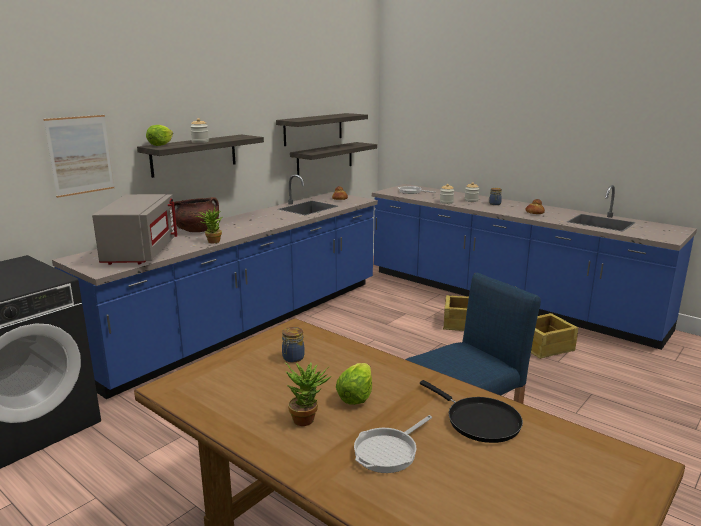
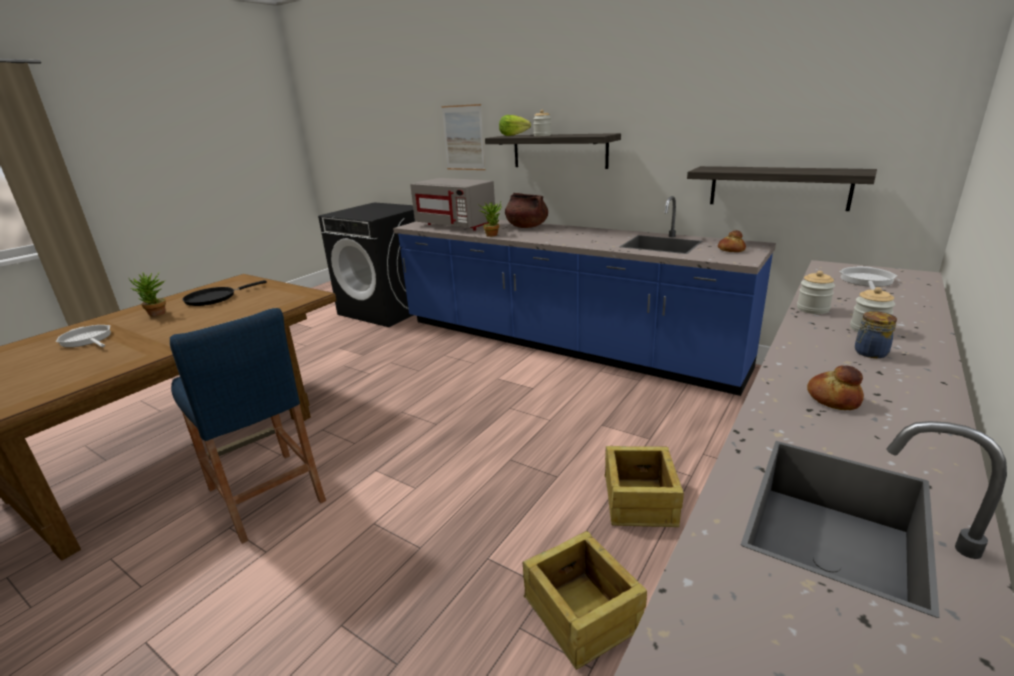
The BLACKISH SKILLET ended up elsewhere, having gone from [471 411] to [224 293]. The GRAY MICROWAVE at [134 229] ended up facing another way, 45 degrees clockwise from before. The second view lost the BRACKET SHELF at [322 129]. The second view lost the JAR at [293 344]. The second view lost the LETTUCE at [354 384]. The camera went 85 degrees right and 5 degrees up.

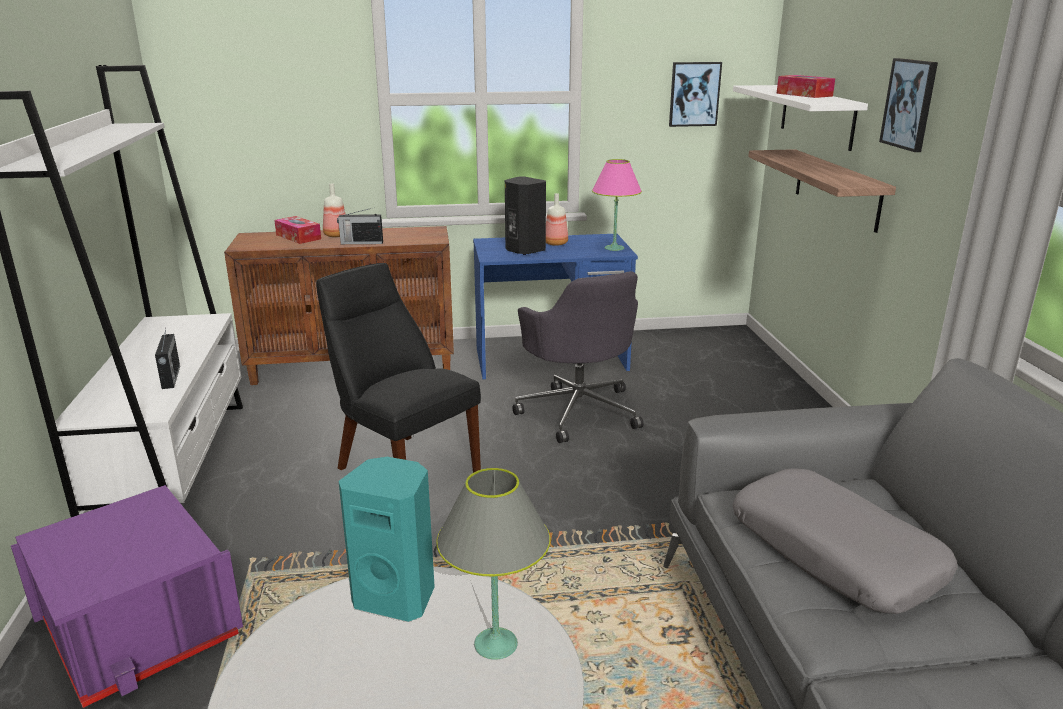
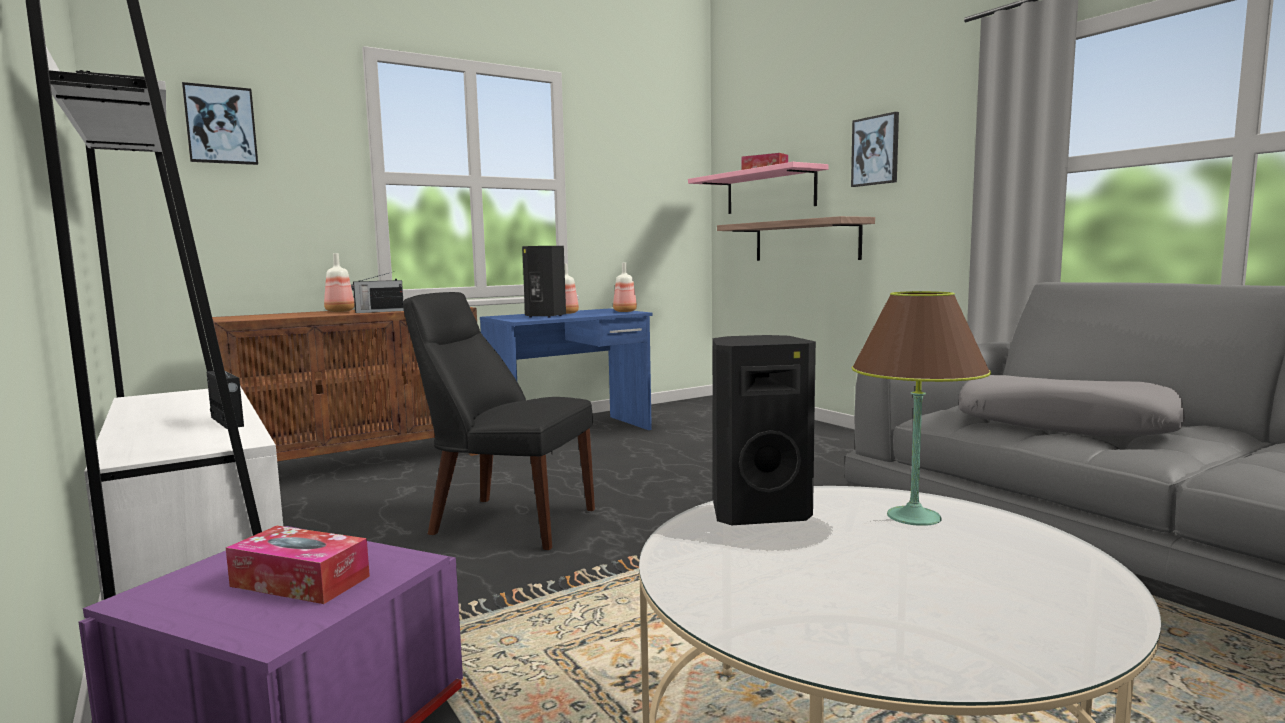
The WALL PICTURE ended up elsewhere, having gone from [695 94] to [220 123]. The TISSUE BOX ended up elsewhere, having gone from [297 230] to [298 565]. Where the PINKISH LAMP FOR A TABLE stood at [617 205], the BEVERAGE BOTTLE came to stand at [625 287]. What was the WHITE-COLOURED BRACKET SHELF at [800 118] turned into the PINKISH BRACKET SHELF at [758 188]. What was the TURQUOISE-COLOURED SPEAKER at [386 539] turned into the BLACKISH SPEAKER at [764 430]. What was the GRAY LAMP FOR A TABLE at [493 564] turned into the BROWN LAMP FOR A TABLE at [921 408]. The second view lost the GRAY DESK CHAIR at [578 357]. The camera went 25 degrees left and 15 degrees down.

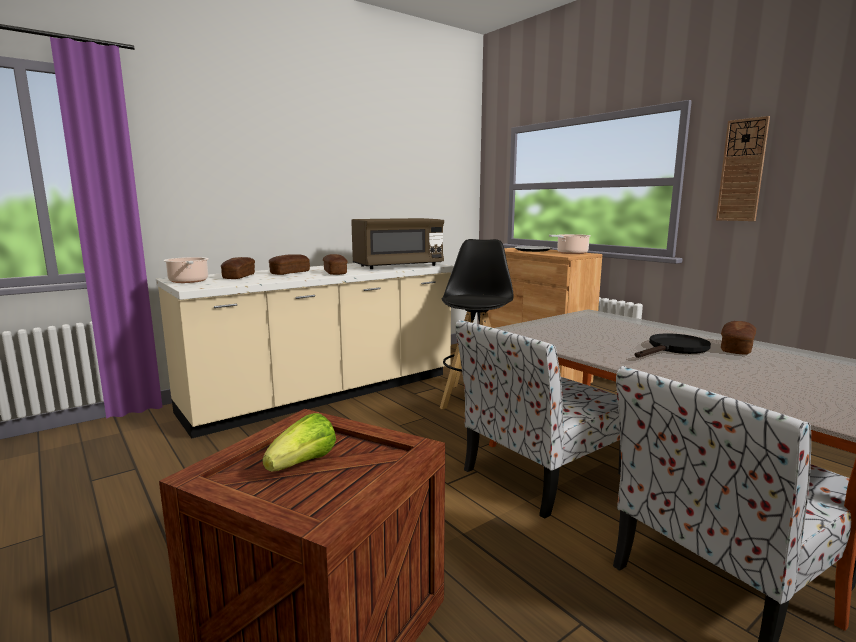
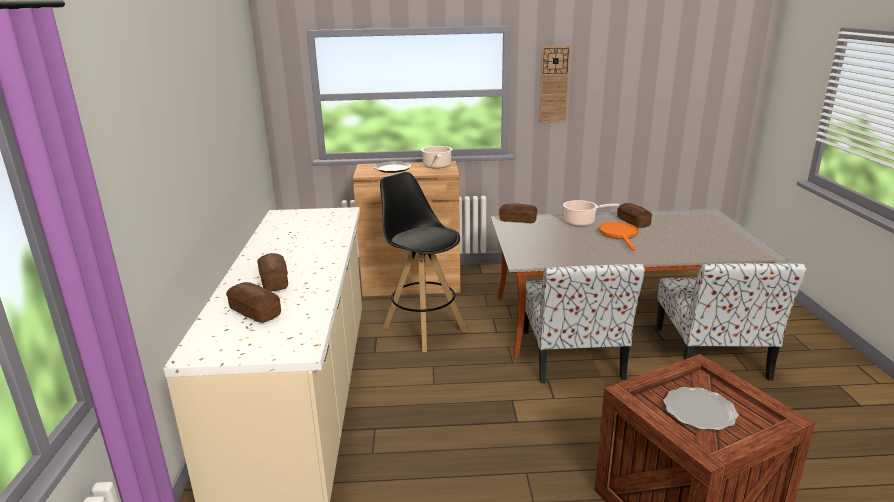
The BAKED BREAD ended up elsewhere, having gone from [335 264] to [518 213]. The STOCKPOT ended up elsewhere, having gone from [186 270] to [591 213]. What was the BLACKISH SKILLET at [673 345] turned into the ORANGE SKILLET at [619 236]. Where the LETTUCE stood at [299 442], the FLAT DISH came to stand at [701 408]. The second view lost the BROWN MICROWAVE at [397 243]. The camera went 55 degrees left and 10 degrees up.

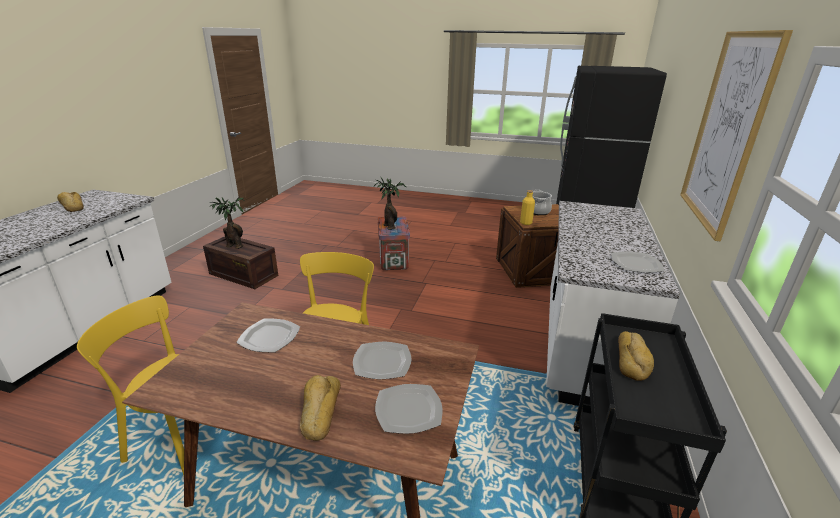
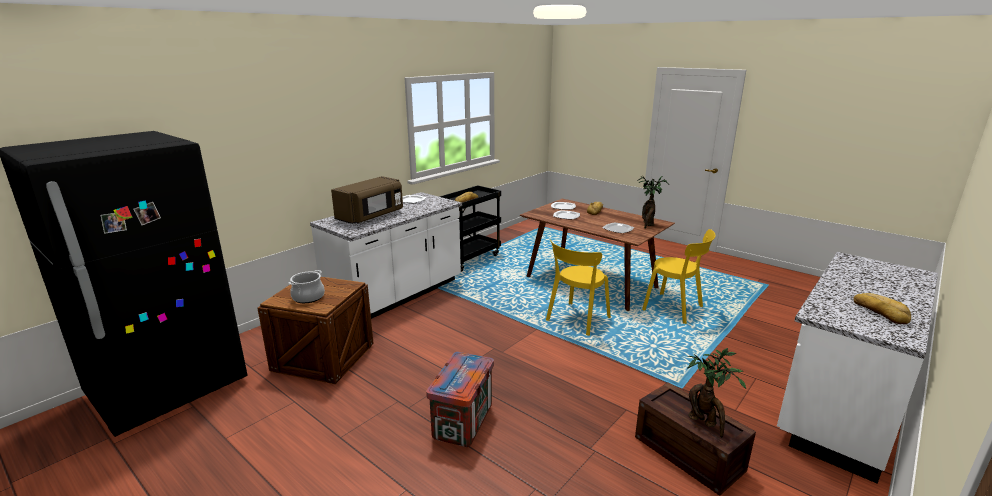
The second view gained the BROWN MICROWAVE at [367 200]. The HOUSEPLANT ended up elsewhere, having gone from [390 204] to [652 202]. The second view lost the YELLOW-COLOURED BEVERAGE BOTTLE at [527 207]. The second view lost the WALL PICTURE at [736 136]. The camera went 155 degrees left and 5 degrees down.

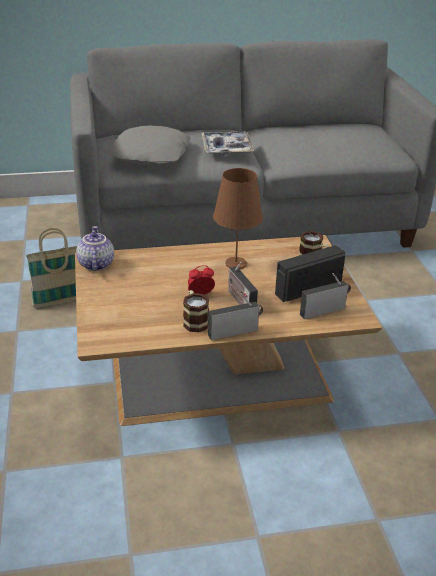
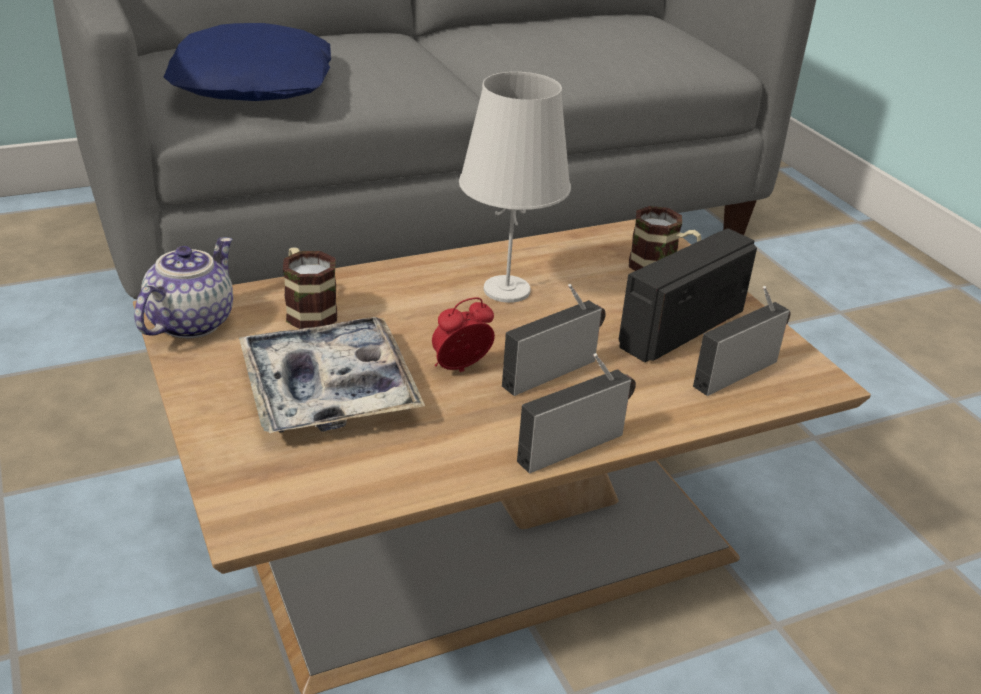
The TEA POT at [95 248] ended up facing another way, 45 degrees clockwise from before. What was the GRAY THROW PILLOW at [149 145] turned into the BLUE-COLOURED THROW PILLOW at [247 62]. The CARRYING TRAY ended up elsewhere, having gone from [228 143] to [332 375]. The TEA MUG ended up elsewhere, having gone from [196 311] to [310 288]. What was the BROWN LAMP FOR A TABLE at [238 218] turned into the WHITE-COLOURED LAMP FOR A TABLE at [515 187]. The RADIO SET at [243 283] ended up facing another way, 90 degrees clockwise from before. The second view lost the STORAGE BASKET at [51 268]. The camera went 15 degrees left and 0 degrees up.

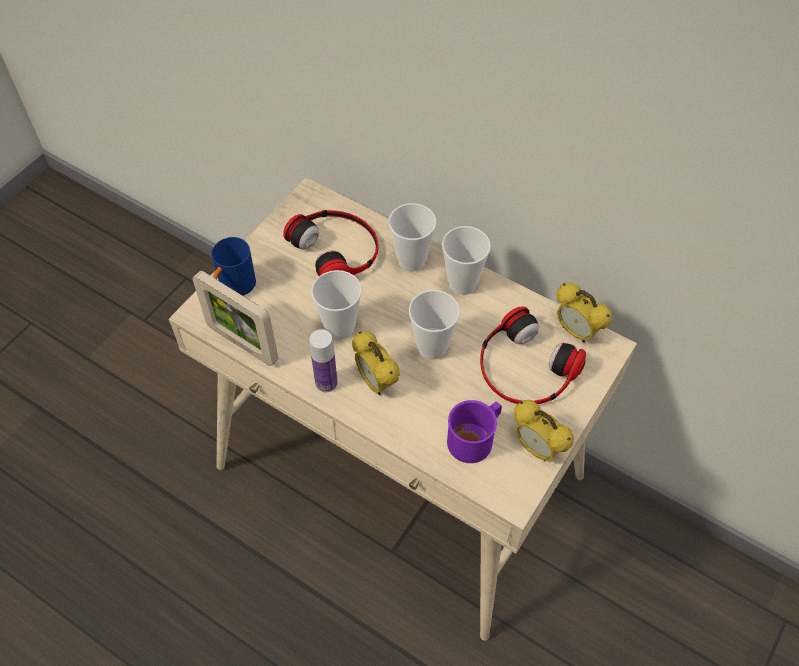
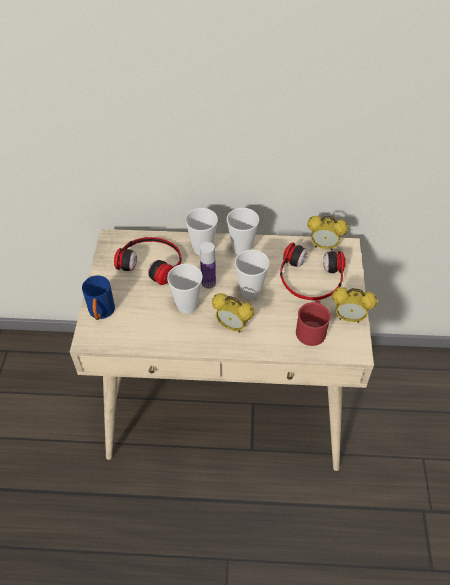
The BEVERAGE BOTTLE ended up elsewhere, having gone from [323 360] to [208 265]. What was the PURPLE-COLOURED TEA MUG at [474 431] turned into the RED-COLOURED TEA MUG at [313 323]. The second view lost the STANDING FRAME at [235 318]. The camera went 30 degrees left and 5 degrees down.

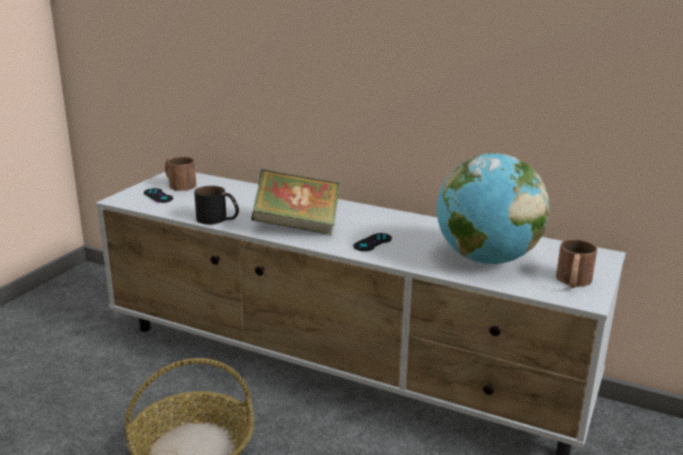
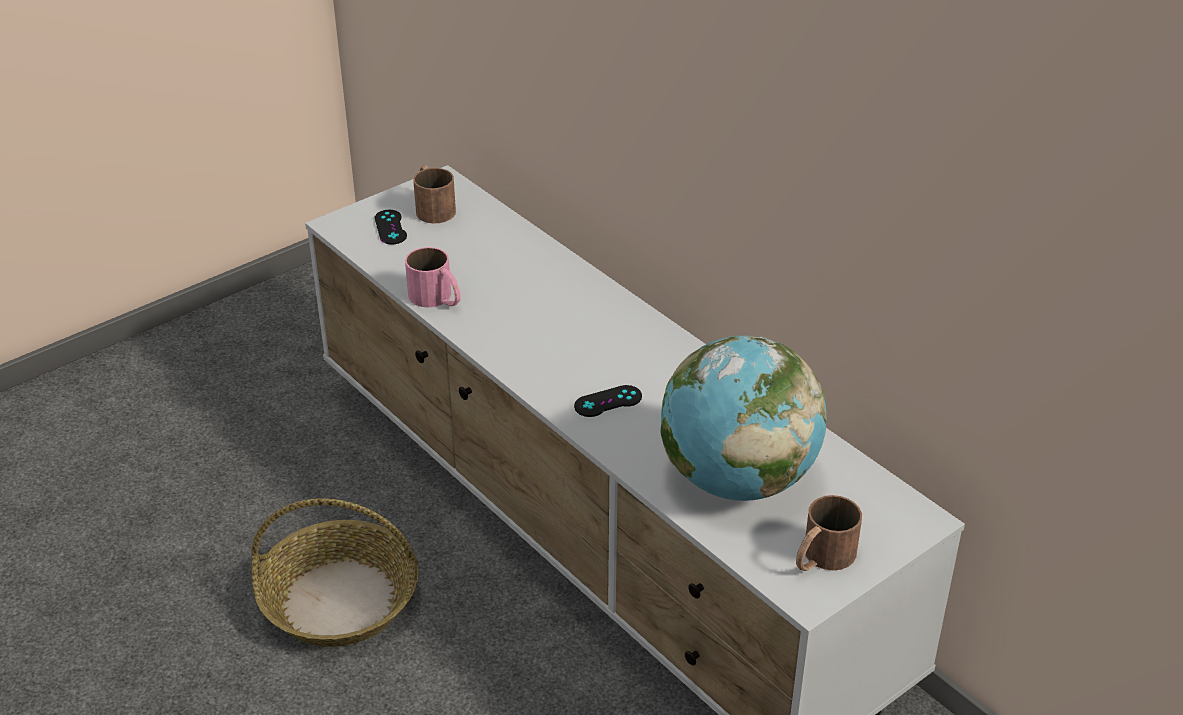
What was the BLACKISH TEA MUG at [216 205] turned into the PINKISH TEA MUG at [433 277]. The second view lost the BOOK at [295 202]. The camera went 25 degrees right and 15 degrees up.

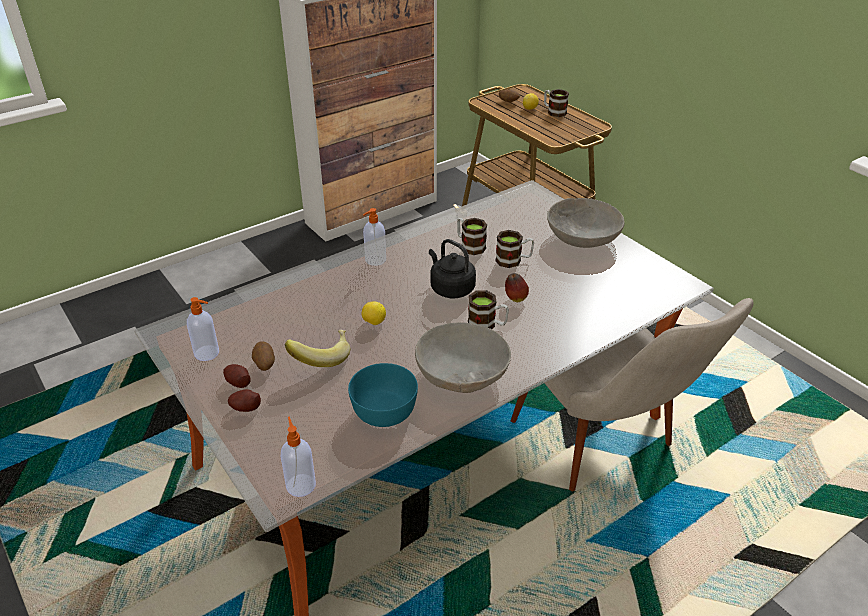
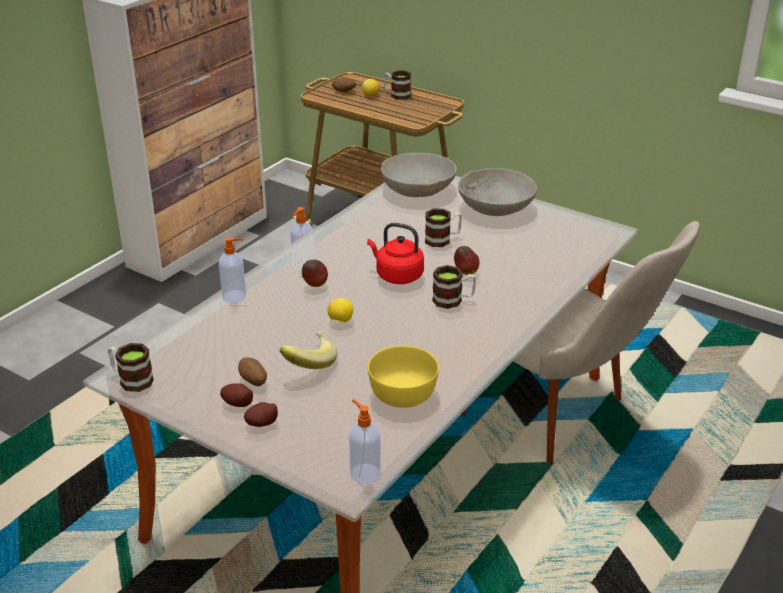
The TEA MUG ended up elsewhere, having gone from [472 236] to [131 367]. The SOAP DISPENSER ended up elsewhere, having gone from [203 329] to [232 270]. The second view gained the APPLE FRUIT at [315 273]. What was the BLACKISH KETTLE at [452 268] turned into the RED-COLOURED KETTLE at [395 253]. What was the TURQUOISE-COLOURED SERVING BOWL at [383 395] turned into the YELLOW-COLOURED SERVING BOWL at [403 376]. The GRAY SERVING BOWL ended up elsewhere, having gone from [463 357] to [418 175]. The camera went 20 degrees left and 5 degrees down.

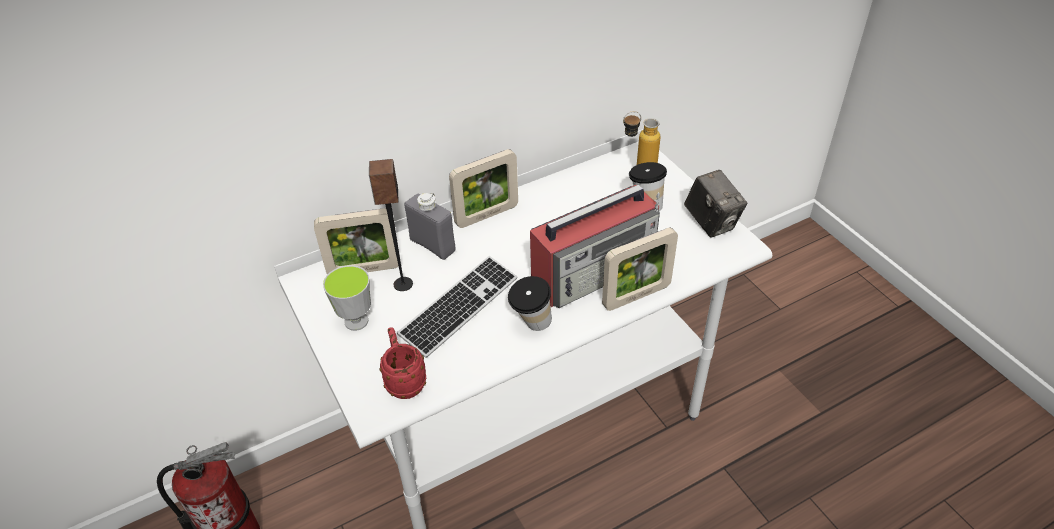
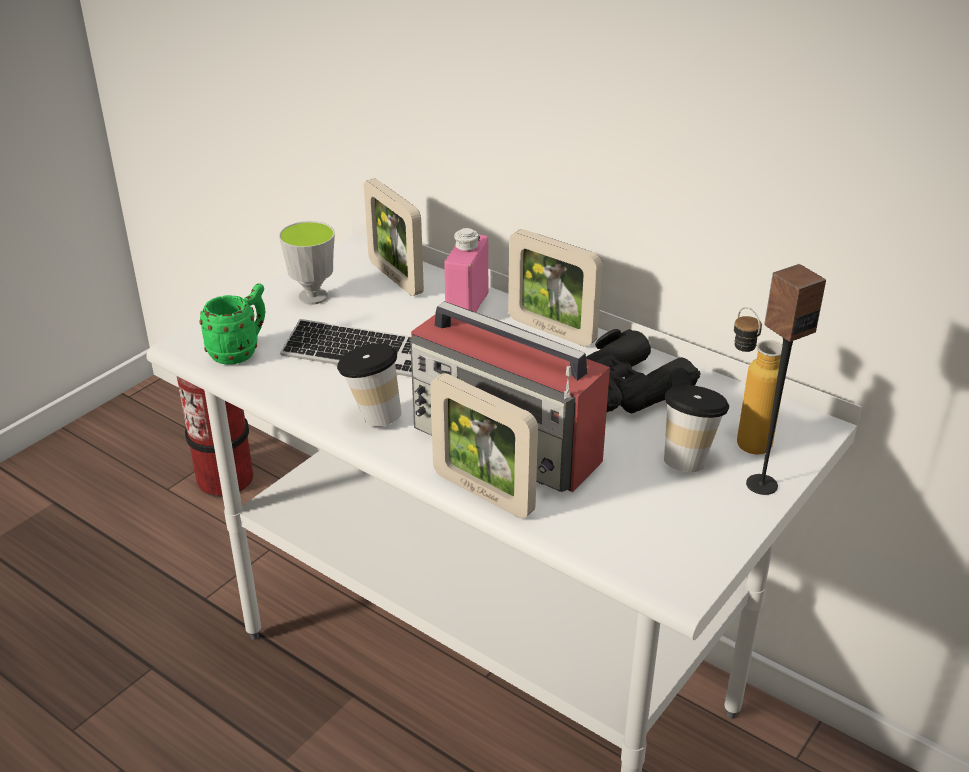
What was the RED-COLOURED TEA MUG at [402 363] turned into the GREEN-COLOURED TEA MUG at [232 323]. What was the GRAY BEVERAGE BOTTLE at [430 226] turned into the PINKISH BEVERAGE BOTTLE at [466 270]. The second view gained the BLACKISH BINOCULARS at [643 371]. The SPEAKER ended up elsewhere, having gone from [391 225] to [786 379]. The second view lost the STILL CAMERA at [716 204]. The camera went 65 degrees right and 10 degrees down.

